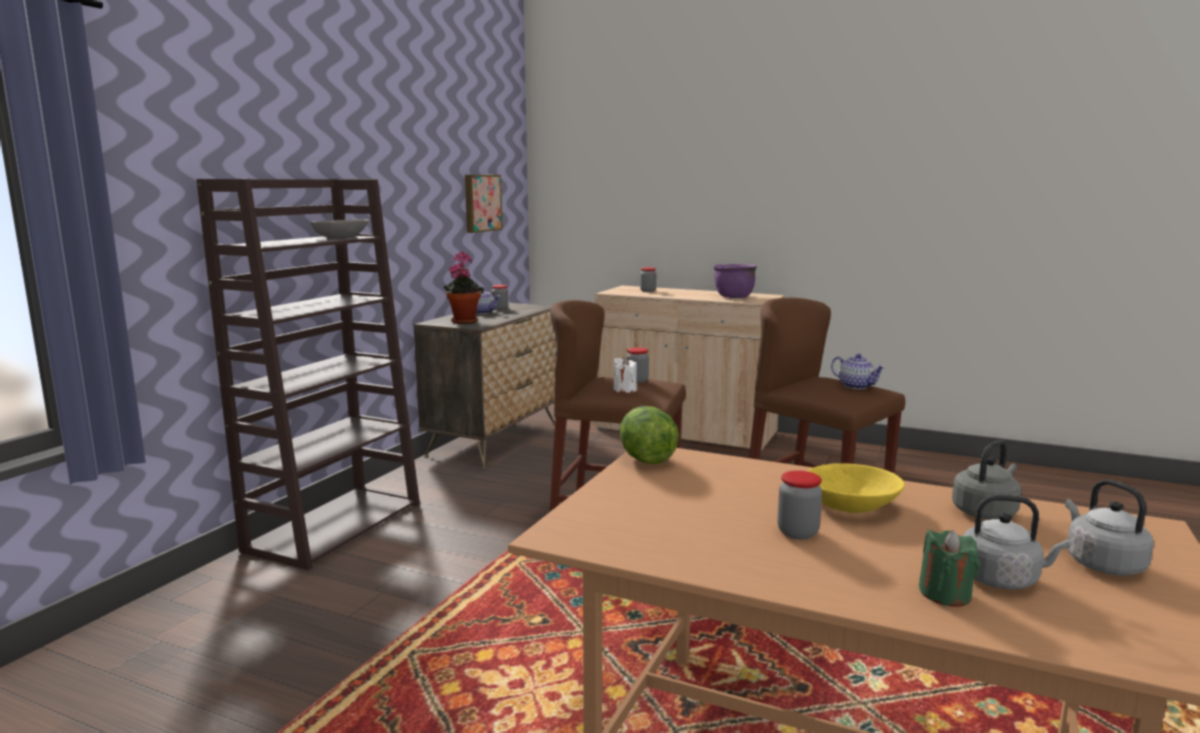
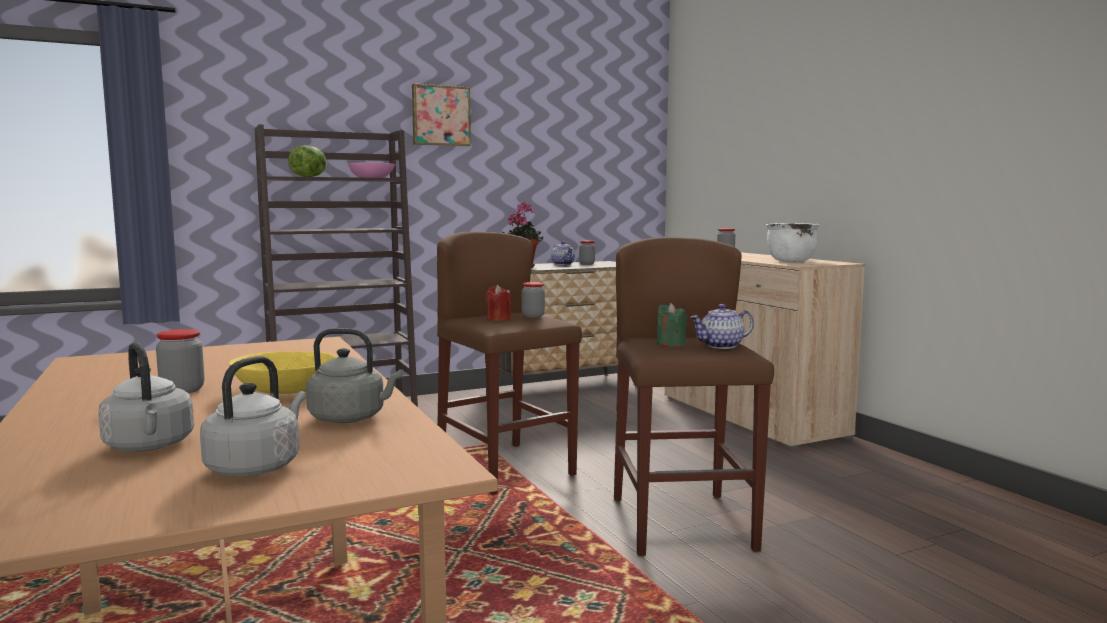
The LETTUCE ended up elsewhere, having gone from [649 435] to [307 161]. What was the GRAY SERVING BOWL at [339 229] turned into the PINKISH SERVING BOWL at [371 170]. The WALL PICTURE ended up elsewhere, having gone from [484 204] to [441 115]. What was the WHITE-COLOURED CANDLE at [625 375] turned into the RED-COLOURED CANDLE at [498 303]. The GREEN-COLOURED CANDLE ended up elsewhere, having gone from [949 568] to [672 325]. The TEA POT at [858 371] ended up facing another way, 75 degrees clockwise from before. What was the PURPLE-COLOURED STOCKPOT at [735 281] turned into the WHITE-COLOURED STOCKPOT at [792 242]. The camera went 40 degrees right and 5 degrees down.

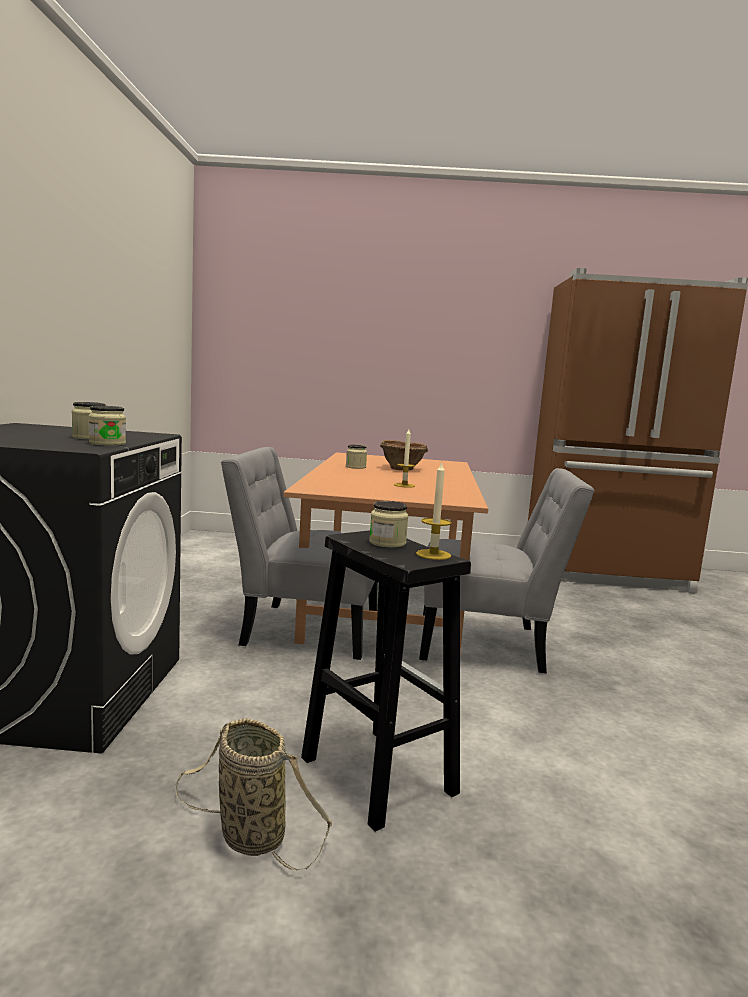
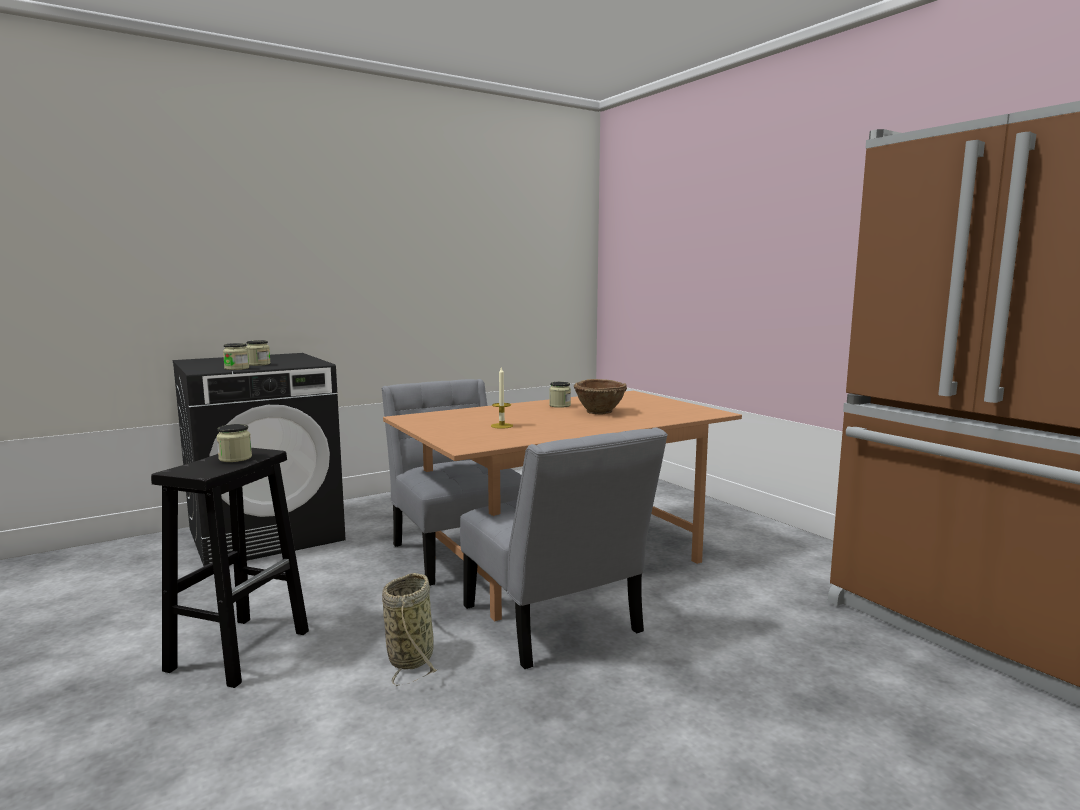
The STORAGE BASKET ended up elsewhere, having gone from [253 794] to [409 629]. The second view lost the CANDLE at [434 510]. The camera went 55 degrees right and 0 degrees up.

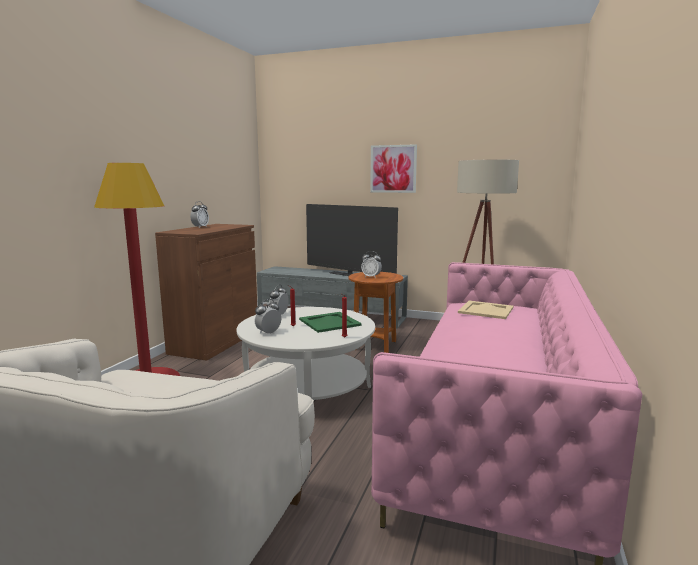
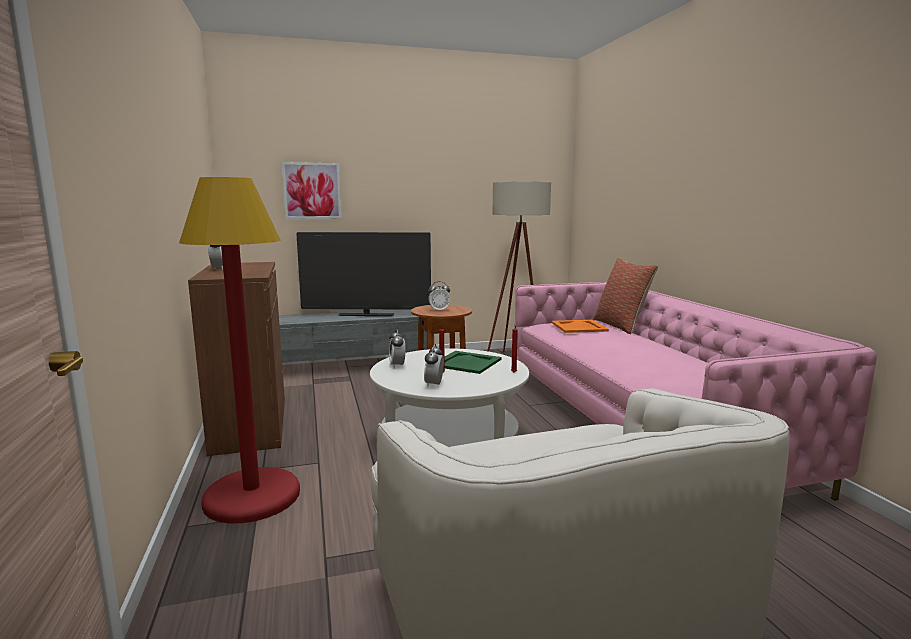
The WALL PICTURE ended up elsewhere, having gone from [393 168] to [311 190]. What was the BEIGE-COLOURED CARRYING TRAY at [486 310] turned into the ORANGE CARRYING TRAY at [580 326]. The second view gained the THROW PILLOW at [625 296]. The camera went 35 degrees left and 0 degrees up.

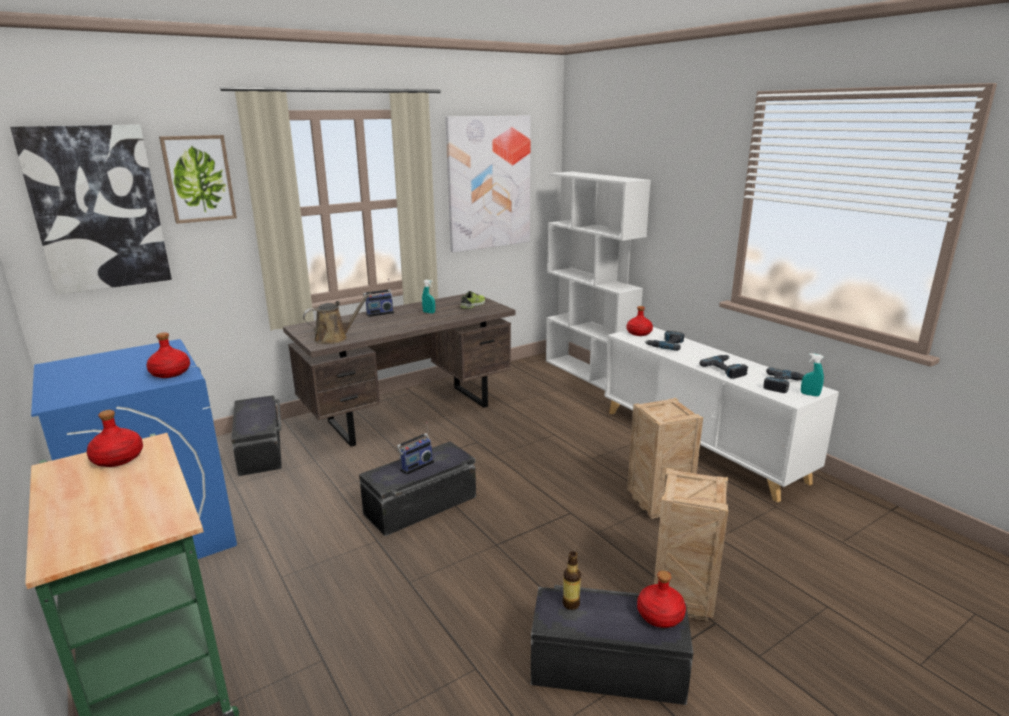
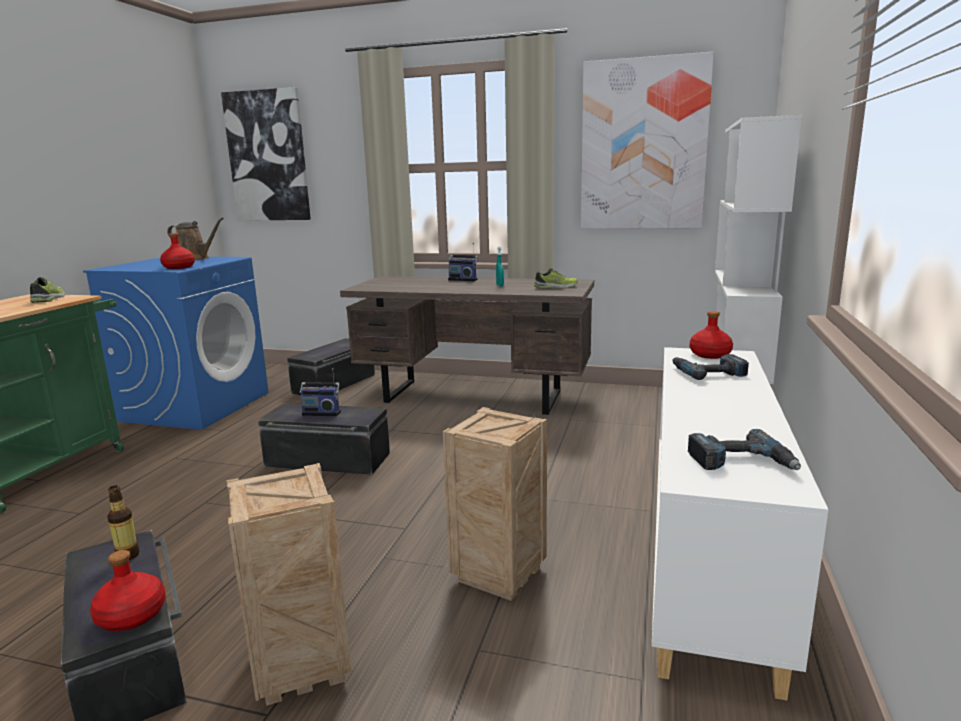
Where the RED-COLOURED BEVERAGE BOTTLE stood at [115 438], the ITEM OF FOOTWEAR came to stand at [47 290]. The BROWN WATERING POT ended up elsewhere, having gone from [337 318] to [195 238]. The second view lost the WALL PICTURE at [198 179]. The second view lost the DRILL at [724 367]. The second view lost the TURQUOISE-COLOURED HAND SPRAYER at [812 375]. The camera went 50 degrees right and 5 degrees down.

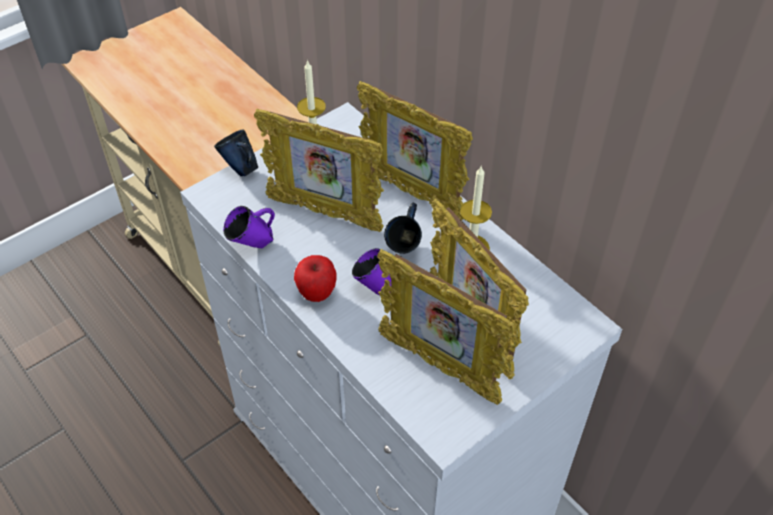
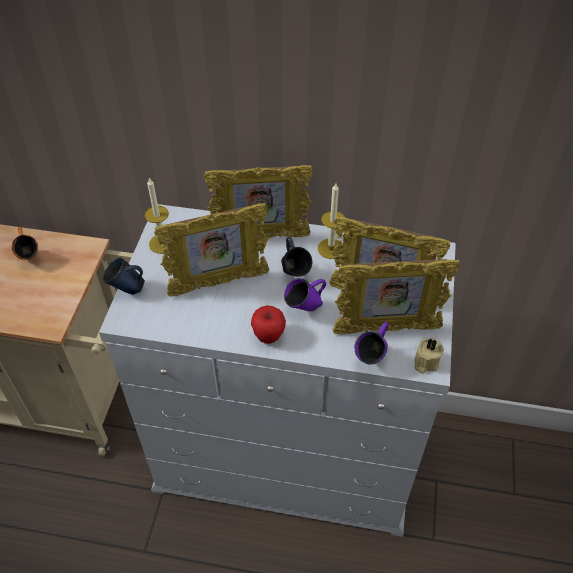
The second view gained the ORANGE TEA MUG at [25 243]. The PURPLE-COLOURED TEA MUG ended up elsewhere, having gone from [249 227] to [371 343]. The second view gained the BEIGE-COLOURED CANDLE at [429 355]. The camera went 40 degrees left and 0 degrees up.

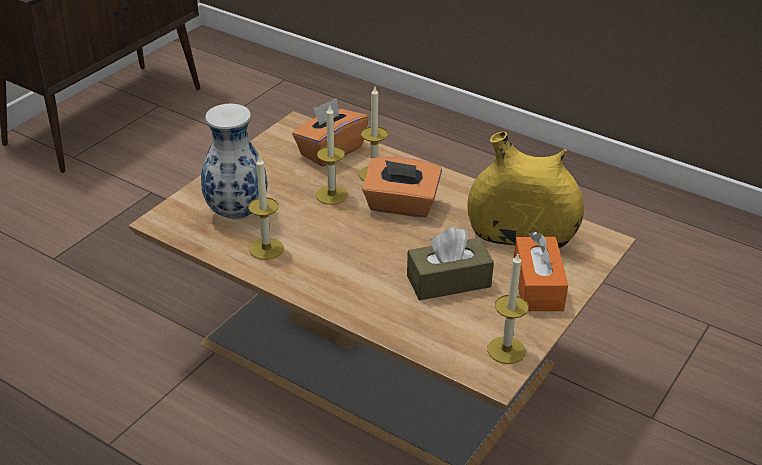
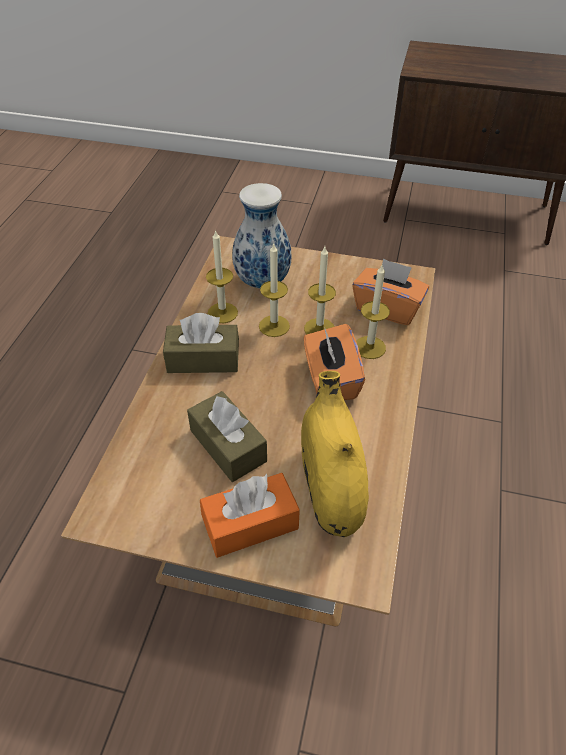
The second view gained the BROWN TISSUE BOX at [201 343]. The CANDLE ended up elsewhere, having gone from [508 309] to [274 289]. The camera went 70 degrees right and 10 degrees up.

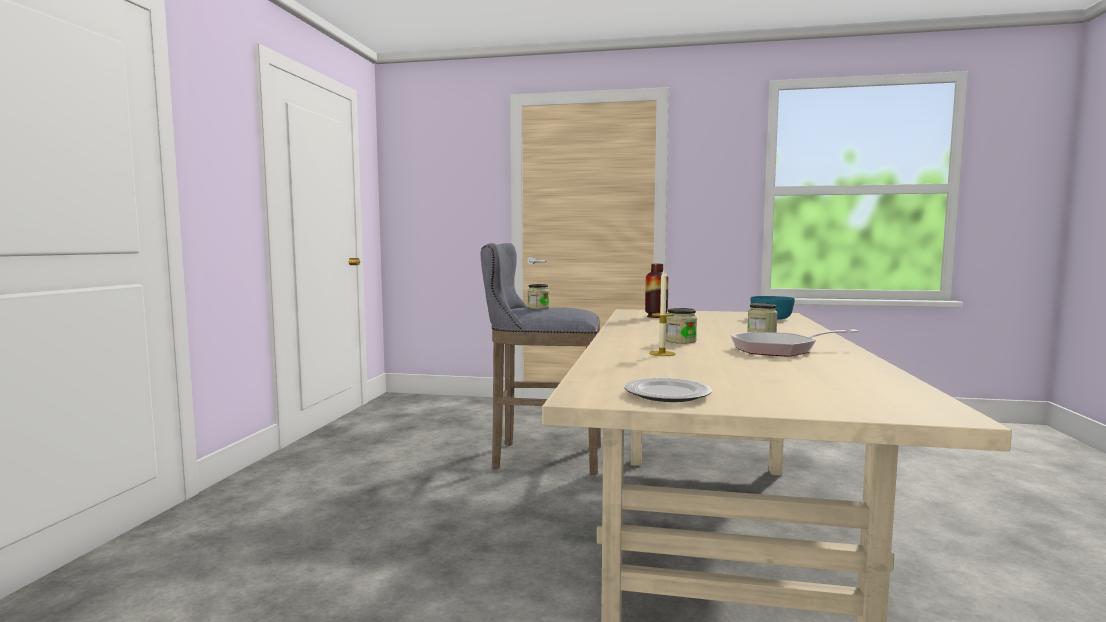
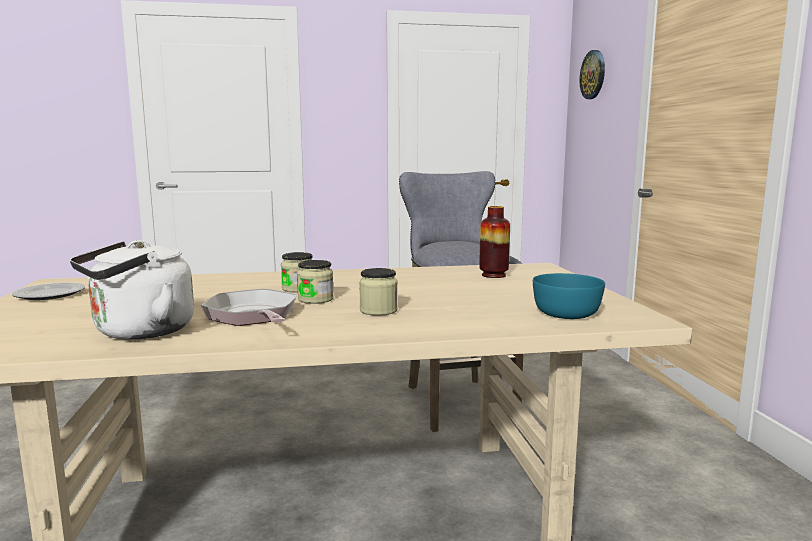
The second view gained the WHITE-COLOURED KETTLE at [132 290]. The JAR ended up elsewhere, having gone from [538 296] to [315 282]. The second view gained the CLOCK ON THE WALL at [592 74]. The second view lost the CANDLE at [662 313]. The camera went 70 degrees right and 5 degrees up.

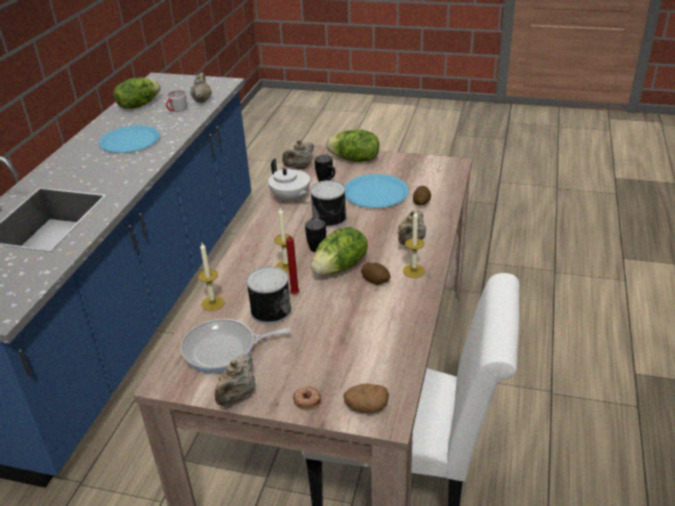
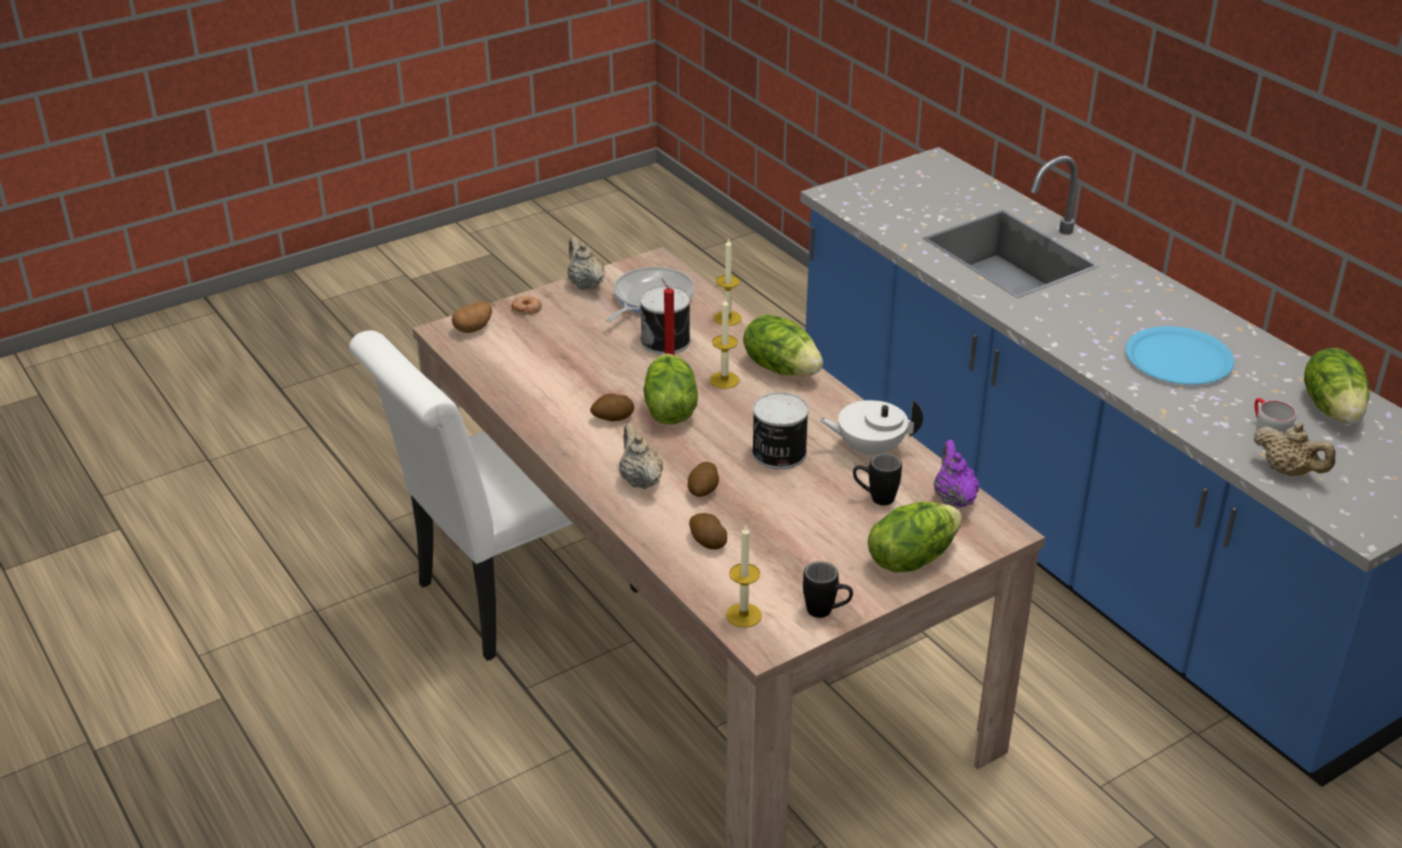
The second view gained the SPUD at [703 479]. The CANDLE ended up elsewhere, having gone from [414 244] to [744 576]. The second view gained the LETTUCE at [783 345]. The BLACKISH TEA MUG ended up elsewhere, having gone from [315 235] to [828 589]. What was the BEIGE-COLOURED TEA POT at [298 154] turned into the PURPLE-COLOURED TEA POT at [956 474]. The second view lost the BLUE-COLOURED FLAT DISH at [377 191]. The camera went 130 degrees right and 0 degrees up.

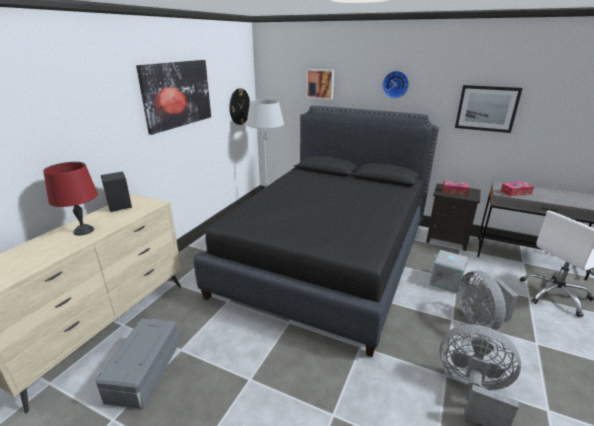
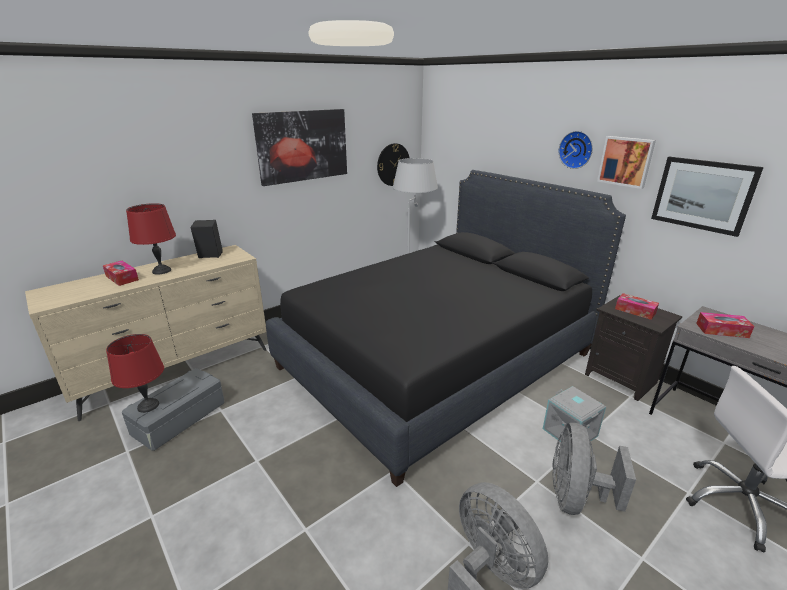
The second view gained the TISSUE BOX at [121 273]. The second view gained the RED-COLOURED LAMP FOR A TABLE at [135 373]. The WALL PICTURE ended up elsewhere, having gone from [320 84] to [626 162]. The camera went 25 degrees right and 0 degrees up.

